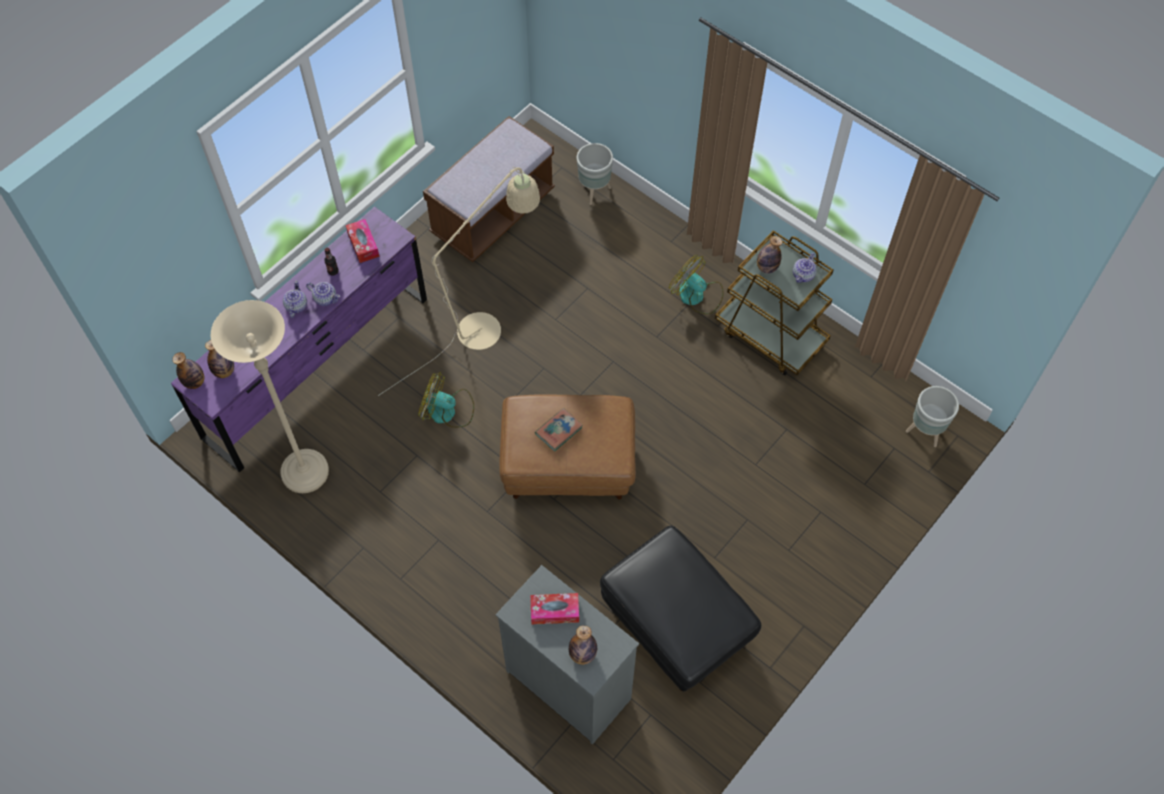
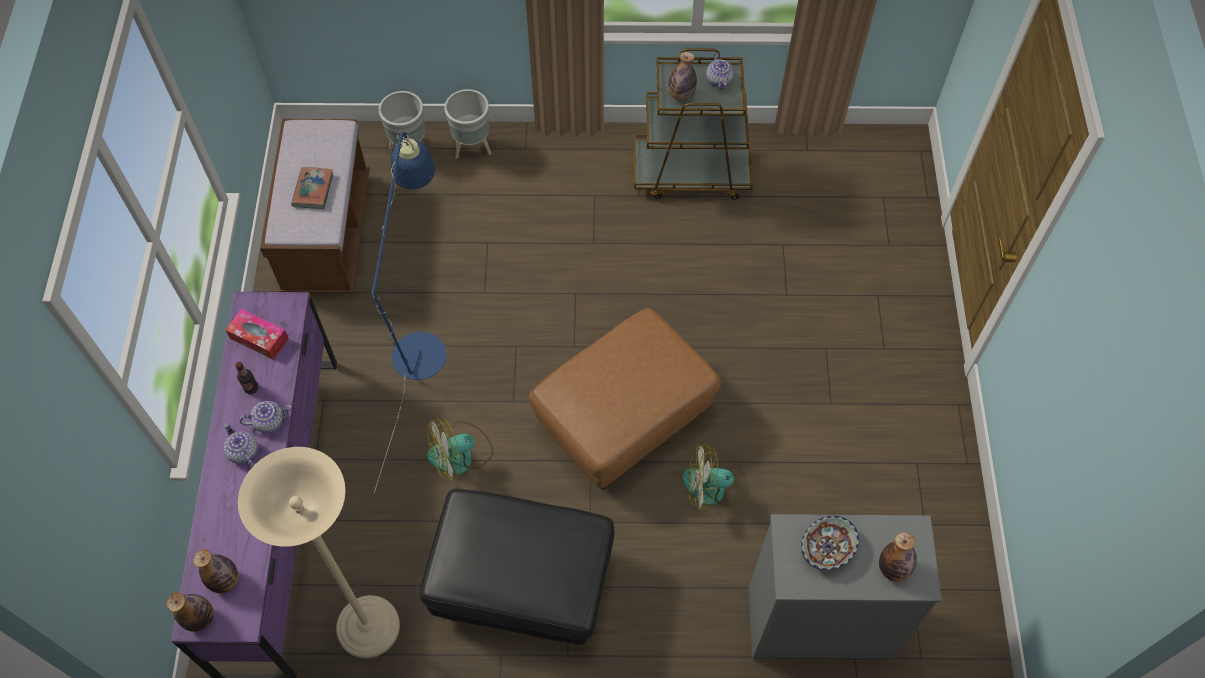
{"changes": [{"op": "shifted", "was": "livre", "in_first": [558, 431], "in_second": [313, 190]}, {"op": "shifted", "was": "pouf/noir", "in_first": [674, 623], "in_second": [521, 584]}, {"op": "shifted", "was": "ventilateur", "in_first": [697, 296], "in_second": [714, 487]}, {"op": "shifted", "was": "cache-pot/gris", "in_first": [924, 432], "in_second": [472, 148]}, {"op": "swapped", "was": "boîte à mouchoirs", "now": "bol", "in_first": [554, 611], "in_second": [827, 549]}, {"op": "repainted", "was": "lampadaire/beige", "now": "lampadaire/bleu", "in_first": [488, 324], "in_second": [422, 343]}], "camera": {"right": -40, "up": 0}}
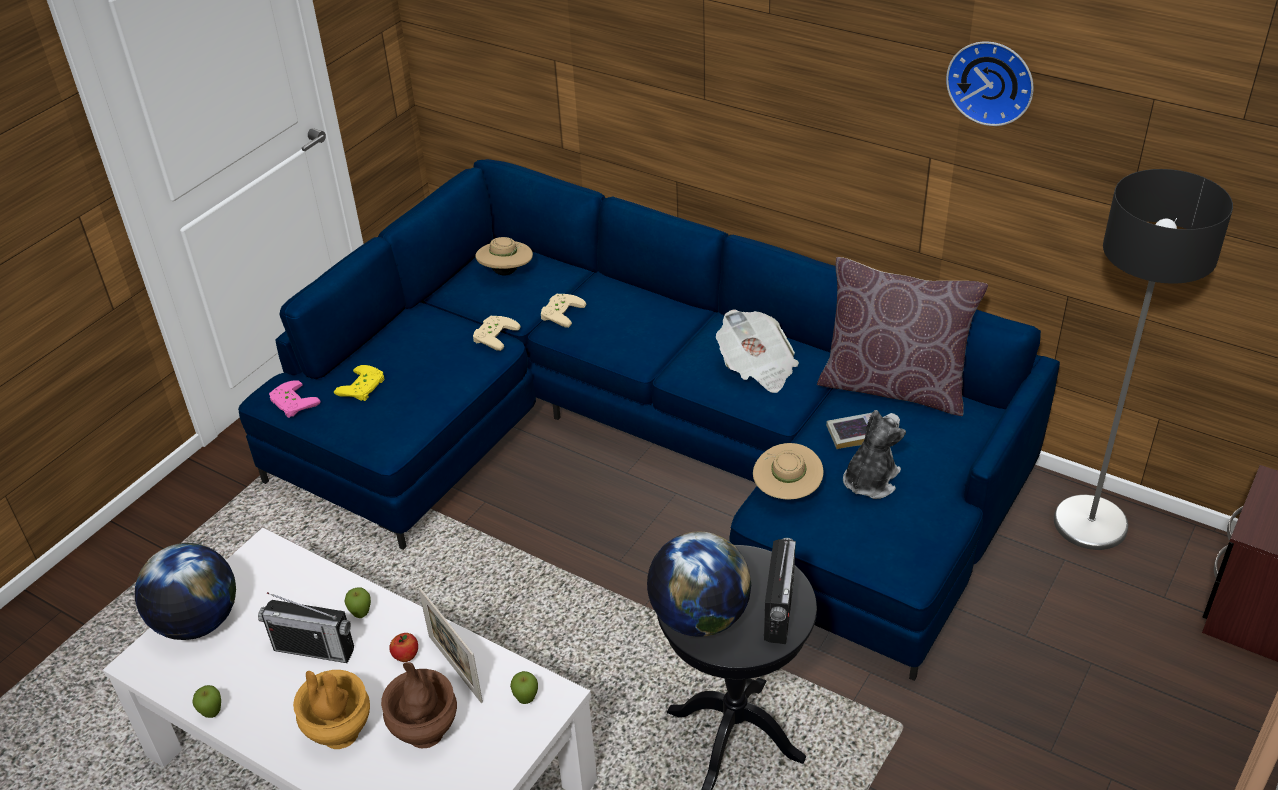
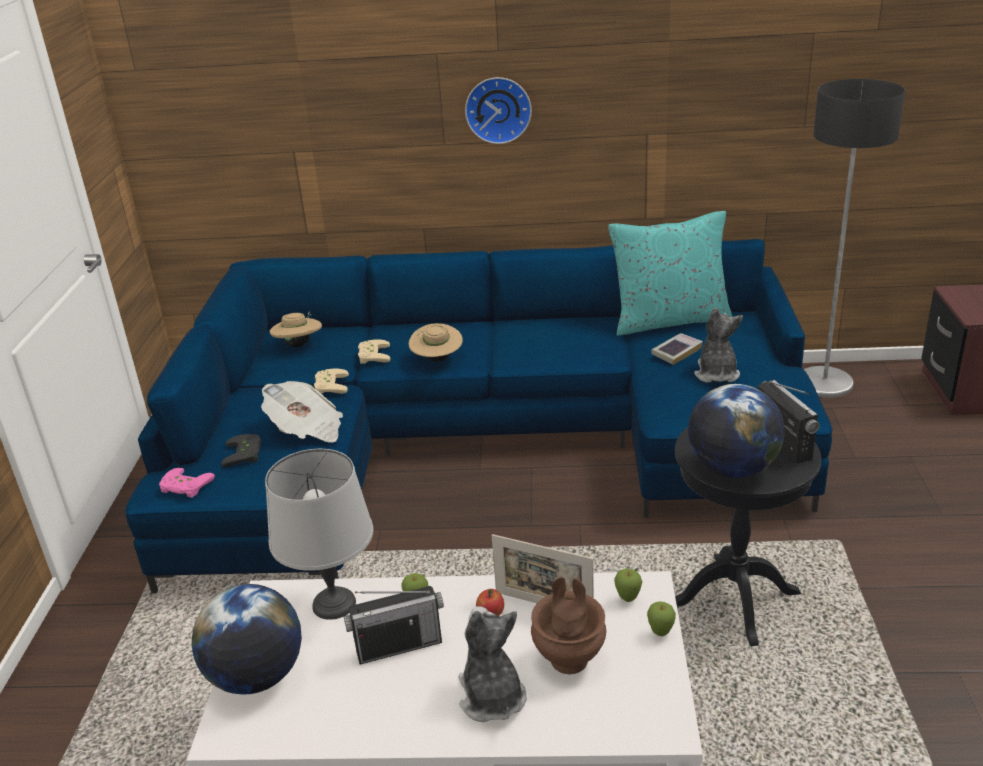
{"changes": [{"op": "new", "now": "lampe de table/gris", "in_second": [333, 603]}, {"op": "shifted", "was": "pomme", "in_first": [212, 714], "in_second": [660, 633]}, {"op": "shifted", "was": "journal", "in_first": [757, 368], "in_second": [307, 430]}, {"op": "shifted", "was": "chapeau/beige", "in_first": [786, 491], "in_second": [437, 359]}, {"op": "shifted", "was": "horloge murale", "in_first": [992, 81], "in_second": [498, 109]}, {"op": "swapped", "was": "vase/marron", "now": "peluche", "in_first": [339, 734], "in_second": [491, 697]}, {"op": "repainted", "was": "manette/jaune", "now": "manette/noir", "in_first": [363, 387], "in_second": [246, 453]}, {"op": "repainted", "was": "coussin/marron", "now": "coussin/turquoise", "in_first": [893, 387], "in_second": [669, 320]}], "camera": {"right": -30, "up": -10}}
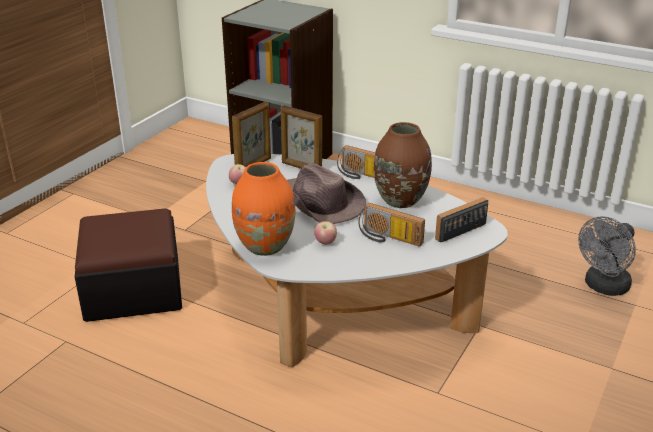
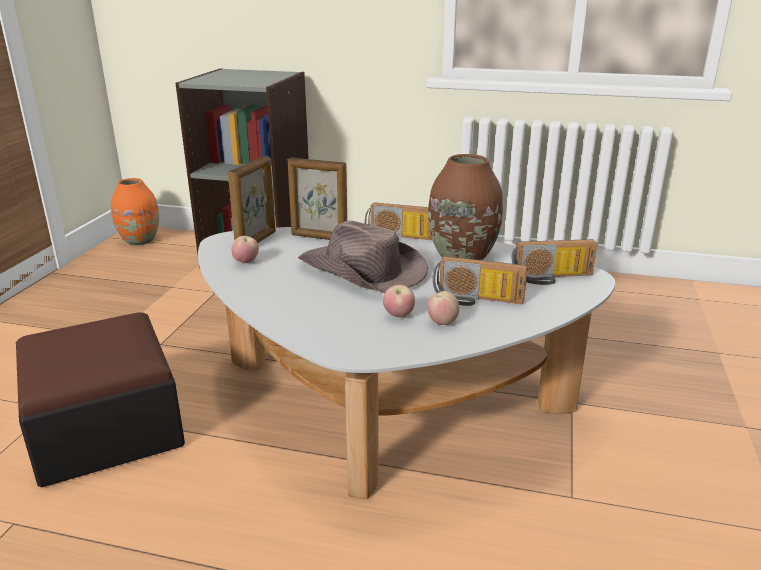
{"changes": [{"op": "gone", "was": "ventilateur/gris", "in_first": [603, 287]}, {"op": "new", "now": "pomme", "in_second": [442, 322]}, {"op": "shifted", "was": "vase/orange", "in_first": [265, 246], "in_second": [140, 241]}, {"op": "rotated", "was": "radio", "in_first": [458, 228], "in_second": [552, 278], "clockwise": -135}], "camera": {"right": -15, "up": -5}}
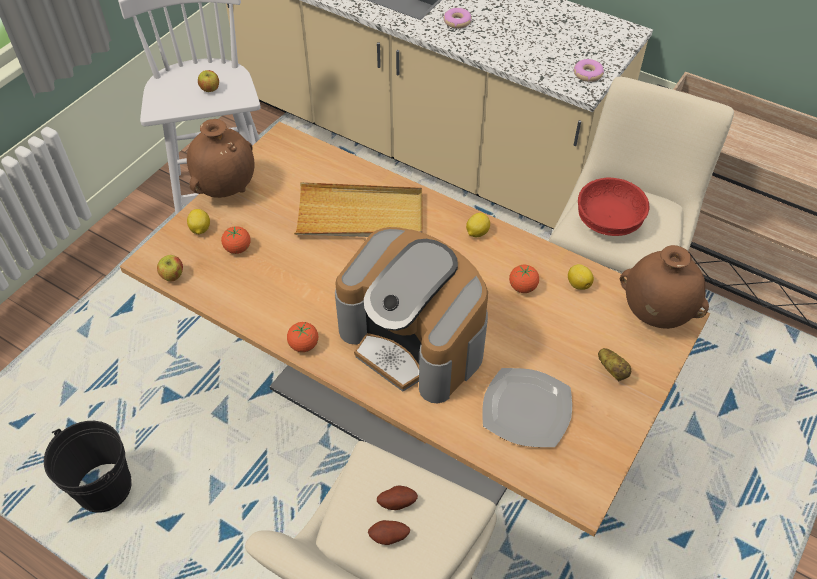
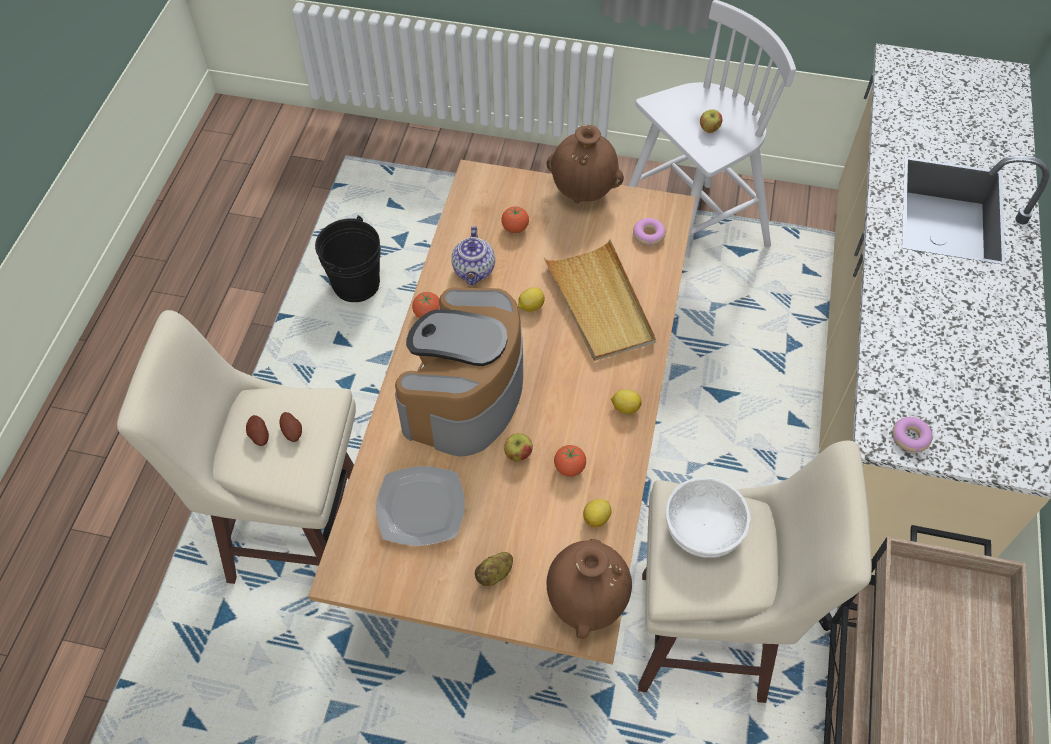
{"changes": [{"op": "new", "now": "théière", "in_second": [474, 271]}, {"op": "shifted", "was": "pomme", "in_first": [173, 276], "in_second": [518, 454]}, {"op": "shifted", "was": "citron", "in_first": [200, 229], "in_second": [530, 306]}, {"op": "shifted", "was": "beignet", "in_first": [457, 22], "in_second": [648, 235]}, {"op": "repainted", "was": "bol/rouge", "now": "bol/blanc", "in_first": [607, 220], "in_second": [704, 527]}], "camera": {"right": 70, "up": 5}}
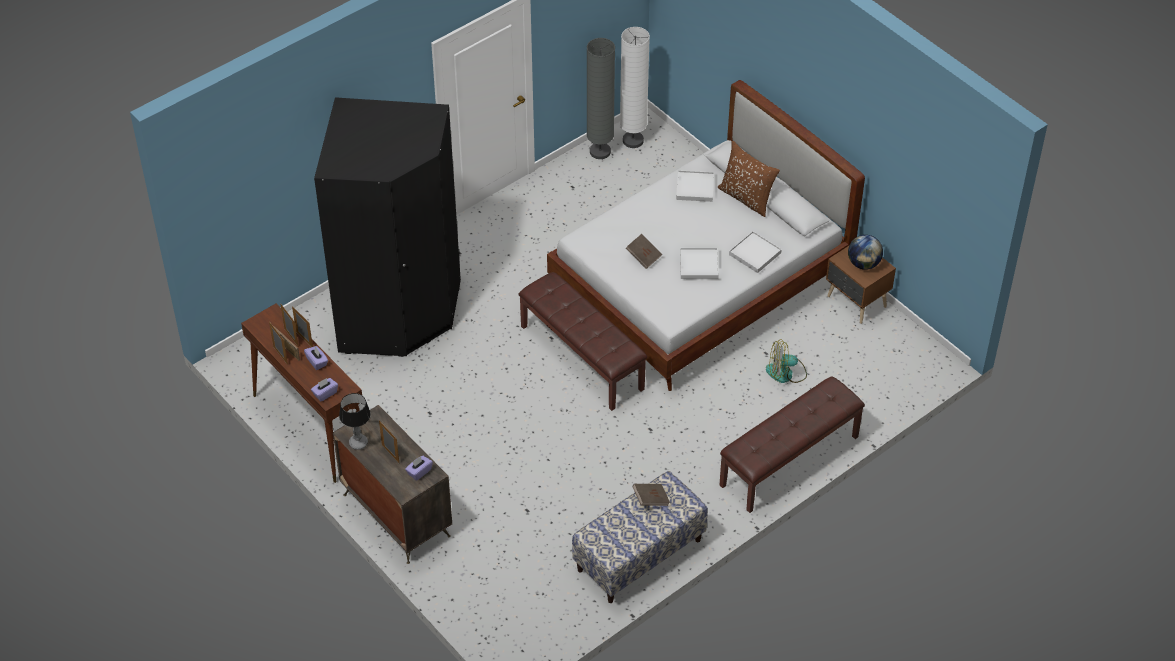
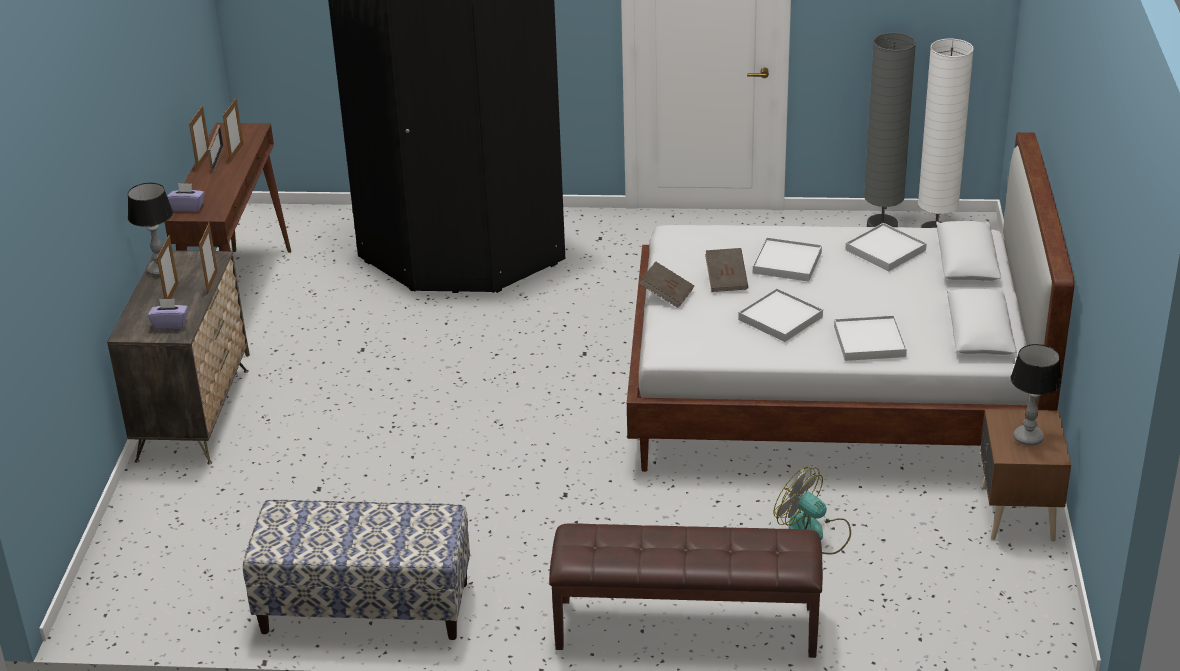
{"changes": [{"op": "gone", "was": "boîte à mouchoirs/violet", "in_first": [317, 362]}, {"op": "gone", "was": "banc/marron", "in_first": [582, 357]}, {"op": "gone", "was": "coussin/marron", "in_first": [746, 198]}, {"op": "new", "now": "plateau/blanc", "in_second": [787, 263]}, {"op": "shifted", "was": "cadre photo", "in_first": [304, 339], "in_second": [212, 282]}, {"op": "shifted", "was": "livre/marron", "in_first": [651, 499], "in_second": [667, 295]}, {"op": "swapped", "was": "globe", "now": "lampe de table", "in_first": [863, 263], "in_second": [1028, 438]}], "camera": {"right": 45, "up": -15}}
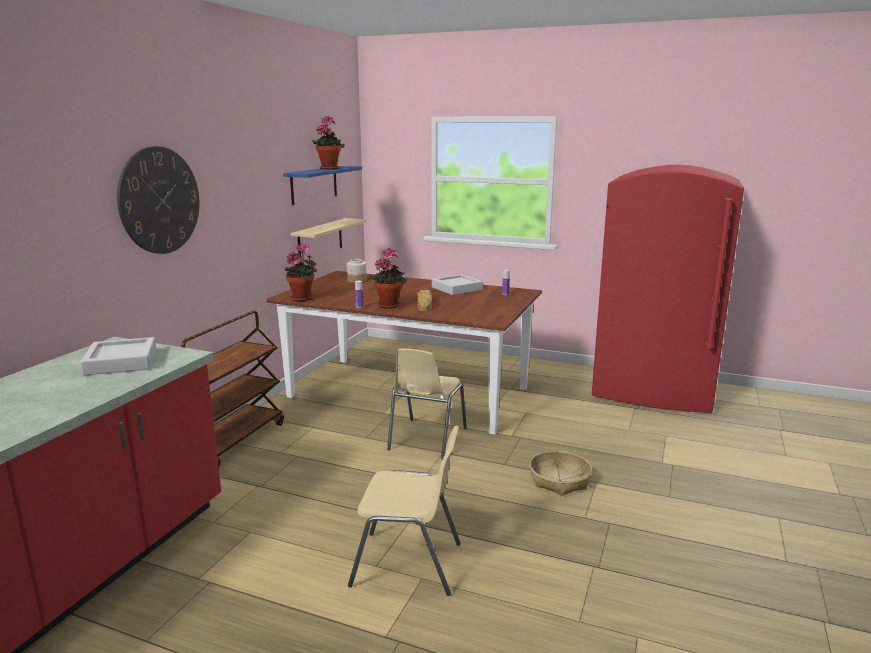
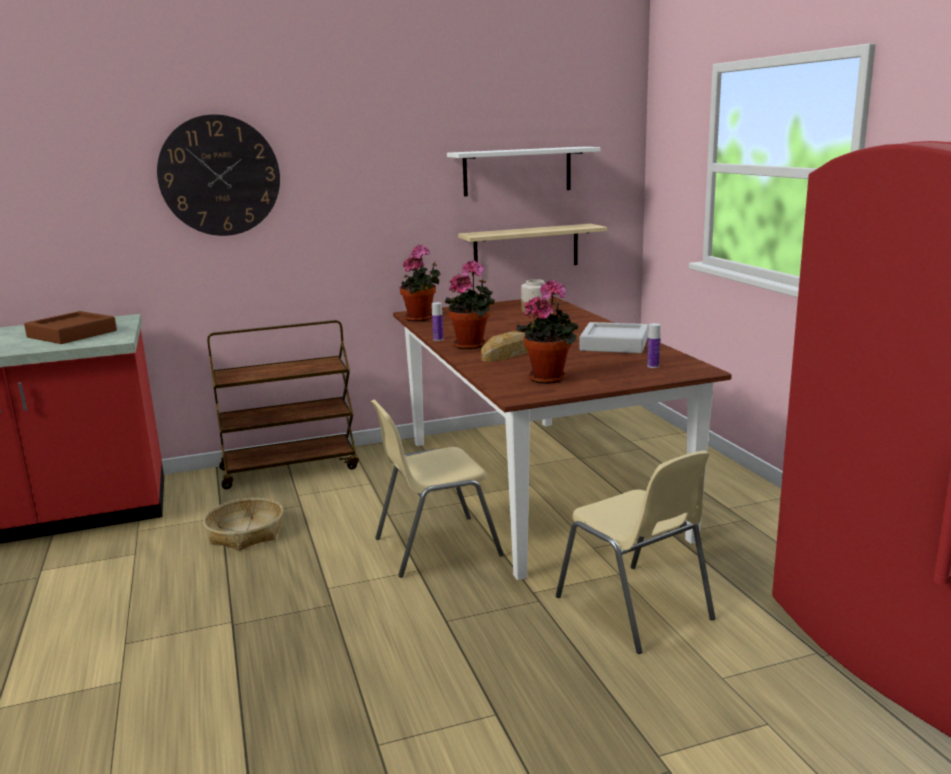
{"changes": [{"op": "shifted", "was": "plante en pot", "in_first": [329, 168], "in_second": [550, 377]}, {"op": "shifted", "was": "chaise/beige", "in_first": [409, 564], "in_second": [635, 609]}, {"op": "shifted", "was": "panier", "in_first": [559, 480], "in_second": [246, 533]}, {"op": "repainted", "was": "plateau/gris", "now": "plateau/marron", "in_first": [121, 362], "in_second": [72, 334]}, {"op": "repainted", "was": "étagère/bleu", "now": "étagère/blanc", "in_first": [314, 184], "in_second": [517, 171]}], "camera": {"right": 50, "up": 0}}
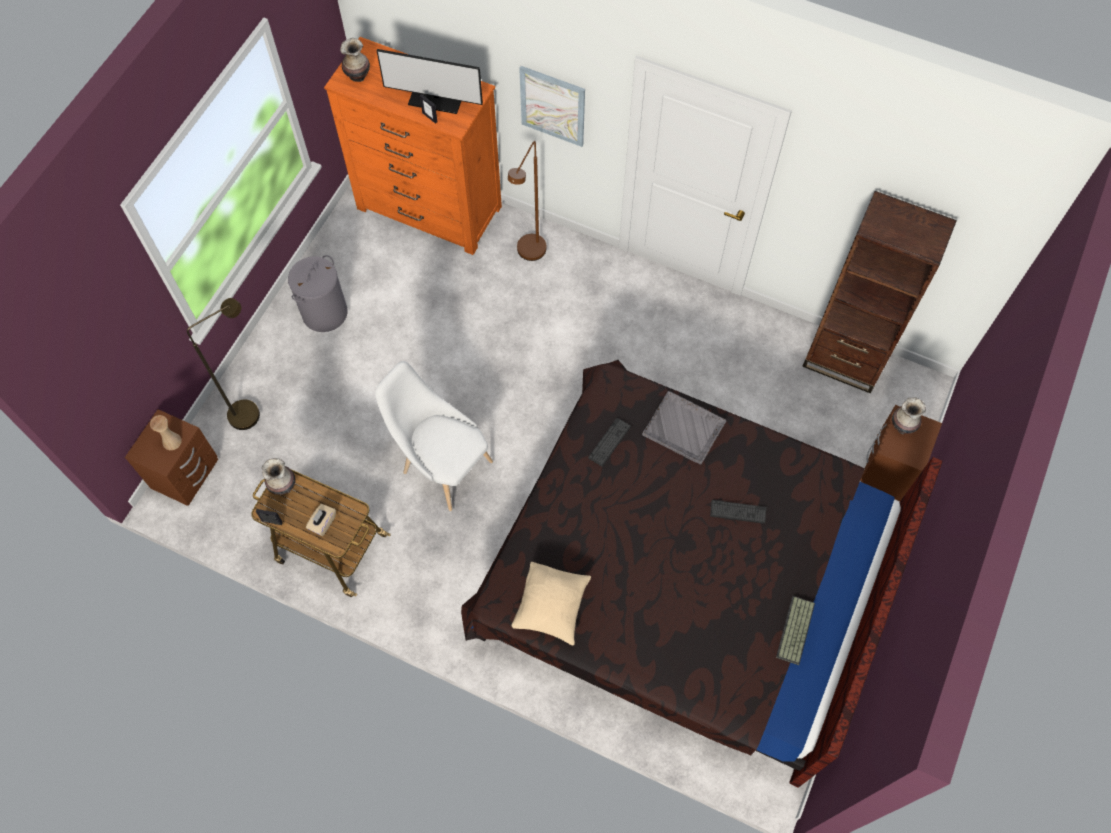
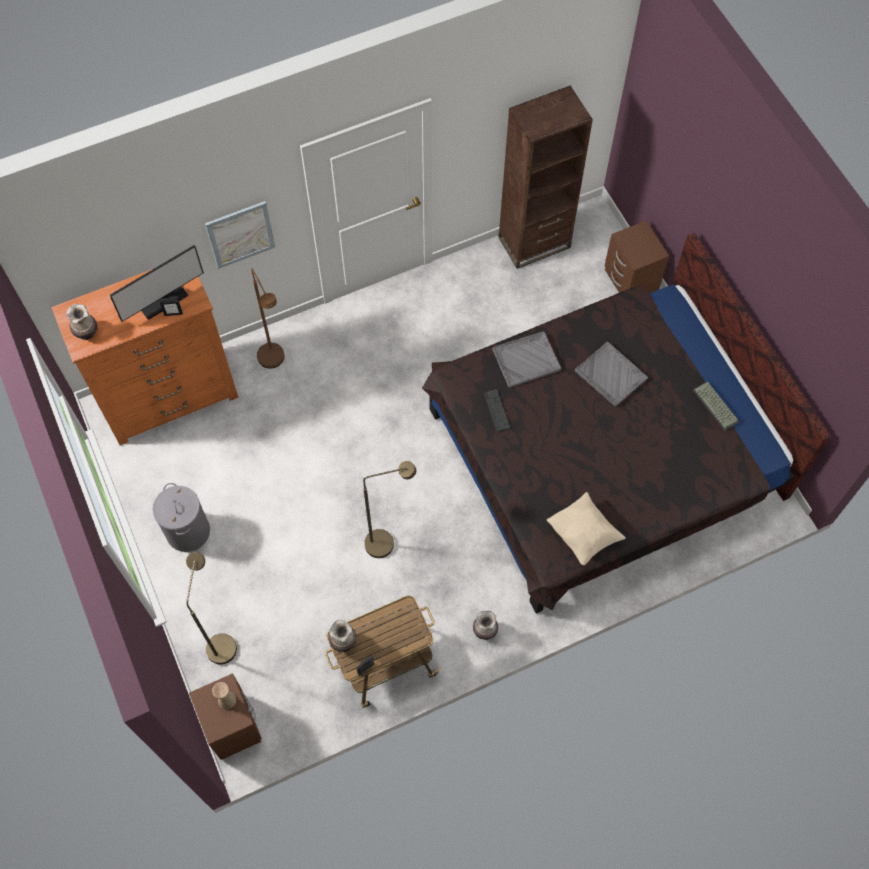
{"changes": [{"op": "gone", "was": "boîte à mouchoirs/beige", "in_first": [322, 523]}, {"op": "shifted", "was": "vase", "in_first": [902, 426], "in_second": [485, 631]}, {"op": "swapped", "was": "chaise/blanc", "now": "lampadaire/marron", "in_first": [442, 464], "in_second": [387, 541]}, {"op": "swapped", "was": "clavier", "now": "plateau/gris", "in_first": [738, 512], "in_second": [611, 375]}], "camera": {"right": -50, "up": 0}}
